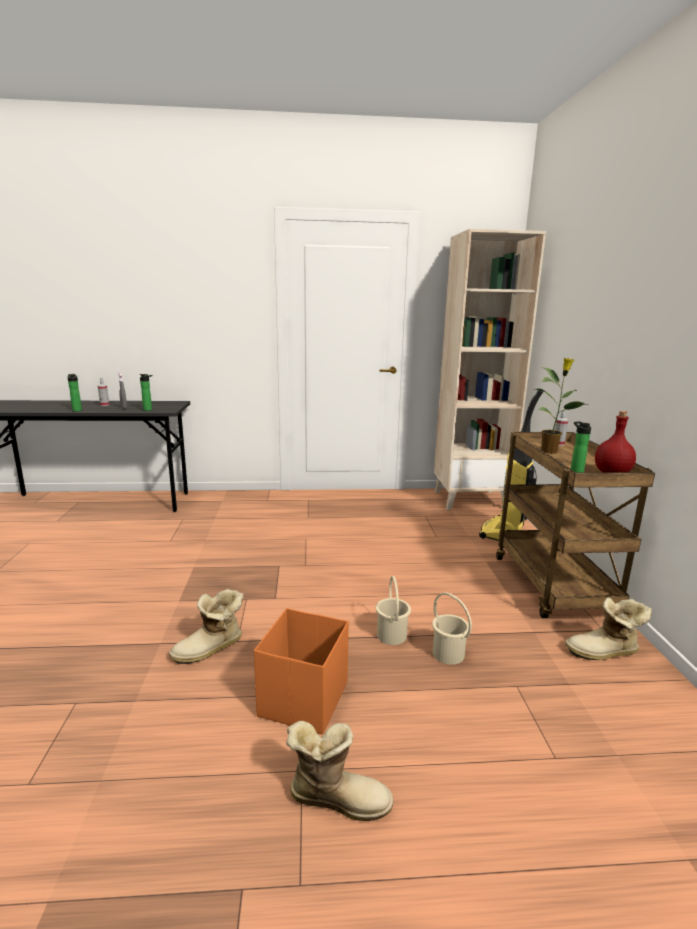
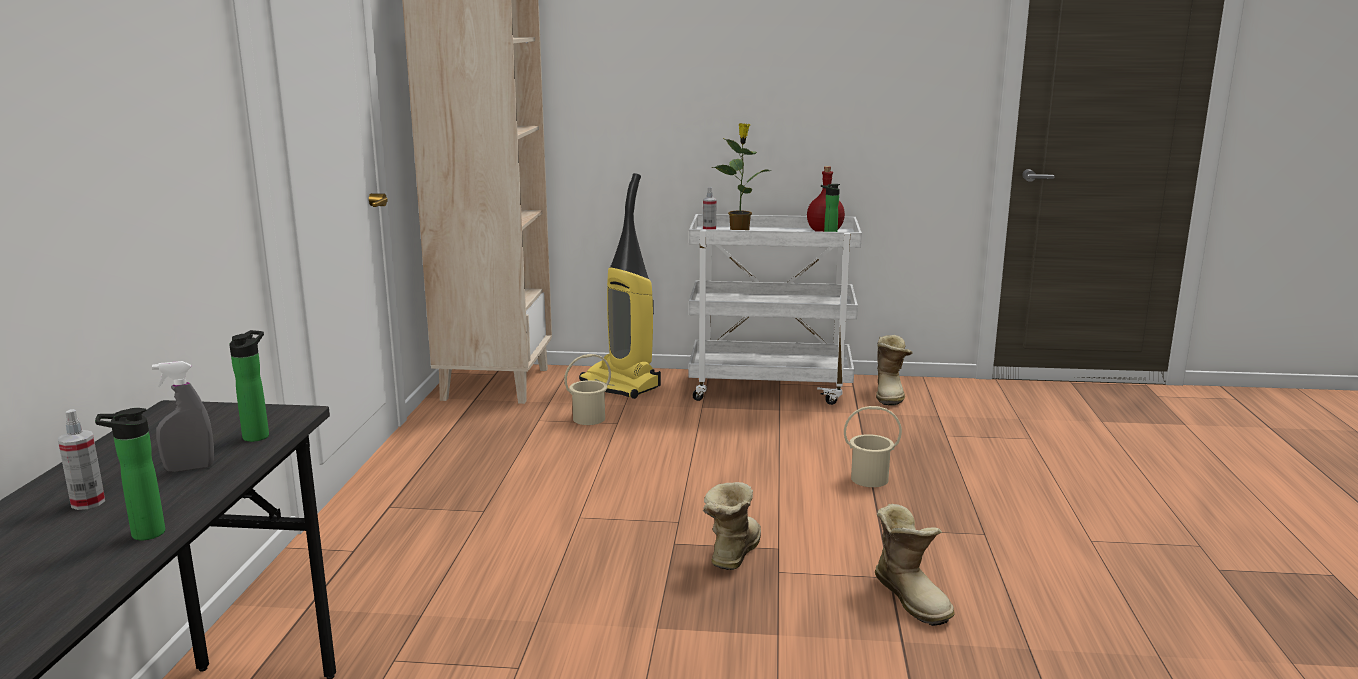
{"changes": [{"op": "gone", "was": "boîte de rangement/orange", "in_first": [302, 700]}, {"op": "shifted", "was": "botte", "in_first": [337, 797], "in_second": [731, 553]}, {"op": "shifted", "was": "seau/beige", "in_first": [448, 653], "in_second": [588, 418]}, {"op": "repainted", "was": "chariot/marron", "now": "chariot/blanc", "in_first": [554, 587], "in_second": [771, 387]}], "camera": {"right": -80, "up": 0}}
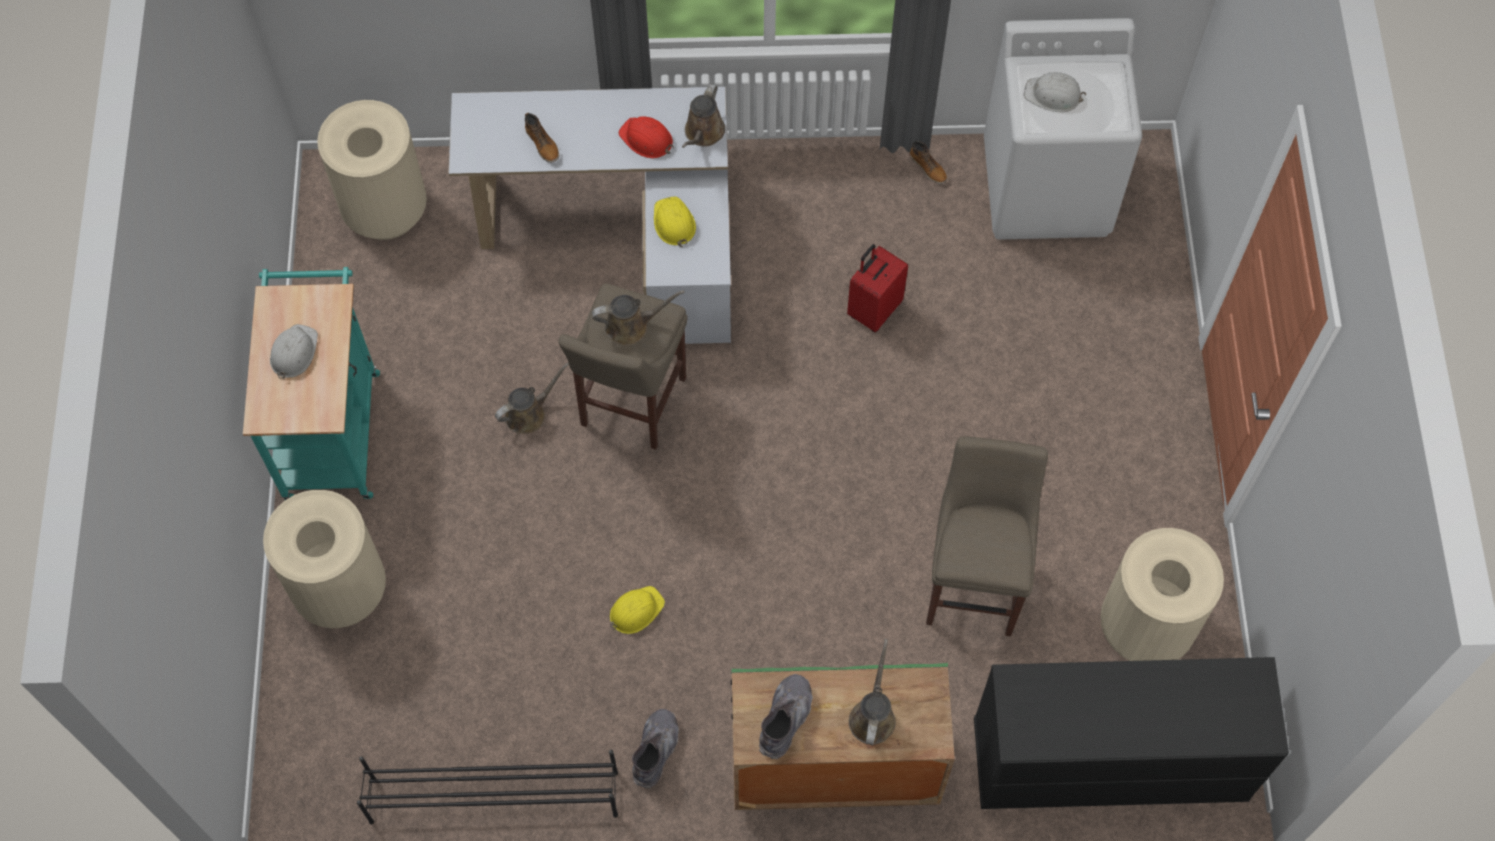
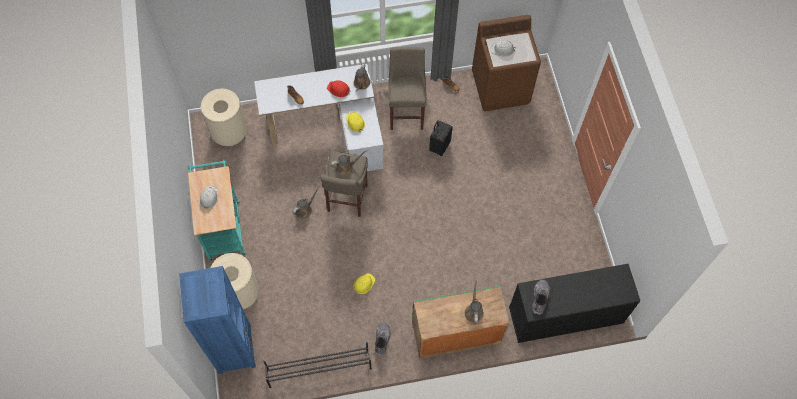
{"changes": [{"op": "gone", "was": "poubelle/beige", "in_first": [1145, 627]}, {"op": "new", "now": "bibliothèque/bleu", "in_second": [234, 349]}, {"op": "shifted", "was": "botte/gris", "in_first": [785, 718], "in_second": [540, 298]}, {"op": "shifted", "was": "tabouret/beige", "in_first": [974, 582], "in_second": [406, 113]}, {"op": "repainted", "was": "valise/rouge", "now": "valise/noir", "in_first": [874, 309], "in_second": [439, 147]}, {"op": "repainted", "was": "lave-linge/blanc", "now": "lave-linge/marron", "in_first": [1047, 188], "in_second": [501, 87]}], "camera": {"right": -10, "up": 0}}
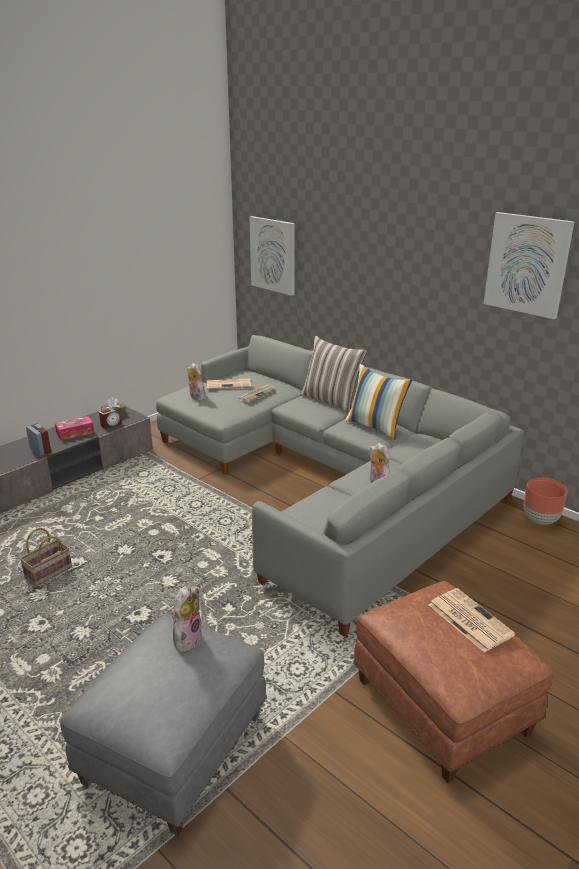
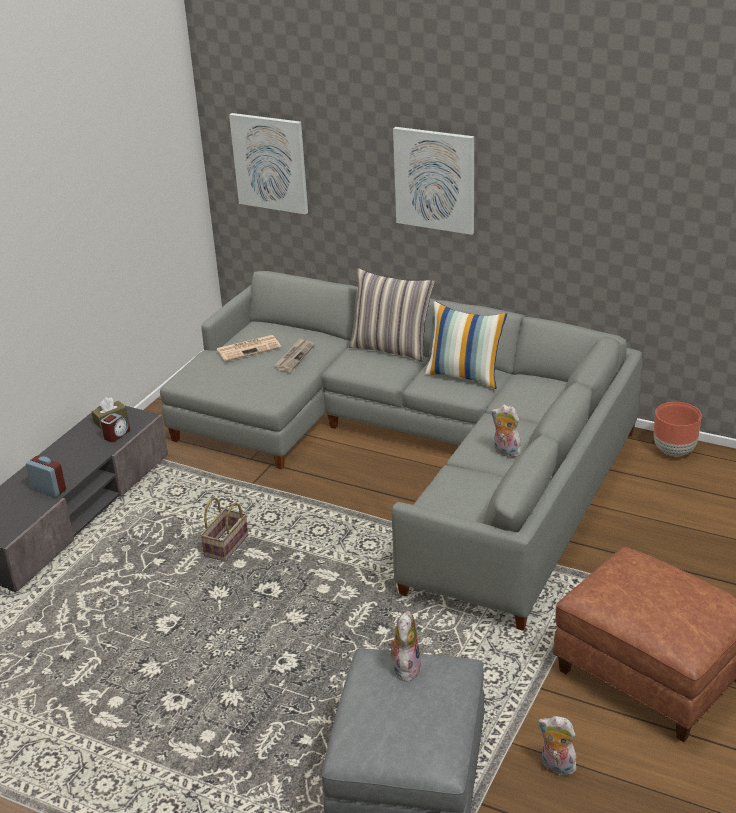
{"changes": [{"op": "gone", "was": "boîte à mouchoirs", "in_first": [75, 433]}, {"op": "gone", "was": "journal", "in_first": [468, 619]}, {"op": "shifted", "was": "panier", "in_first": [48, 573], "in_second": [226, 547]}, {"op": "shifted", "was": "peluche", "in_first": [196, 397], "in_second": [556, 766]}, {"op": "shifted", "was": "tableau", "in_first": [527, 264], "in_second": [435, 180]}], "camera": {"right": -15, "up": 5}}
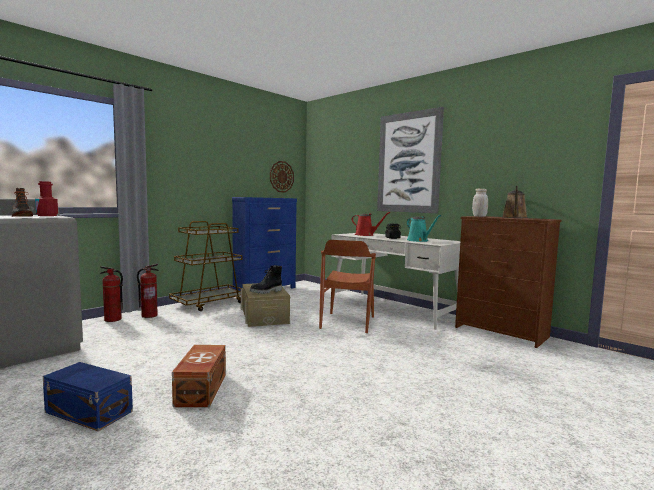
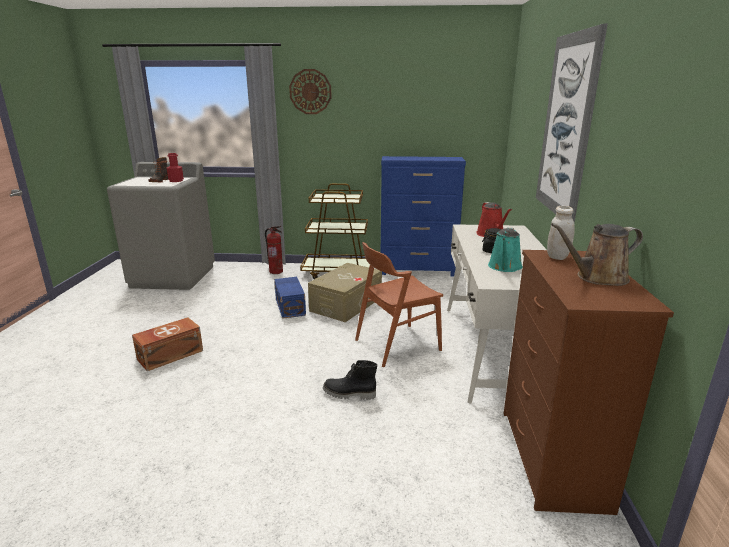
{"changes": [{"op": "gone", "was": "extincteur", "in_first": [112, 319]}, {"op": "shifted", "was": "boîte de rangement/bleu", "in_first": [89, 411], "in_second": [291, 306]}, {"op": "shifted", "was": "botte/noir", "in_first": [266, 292], "in_second": [349, 394]}, {"op": "shifted", "was": "horloge murale", "in_first": [281, 176], "in_second": [310, 91]}], "camera": {"right": 50, "up": 15}}
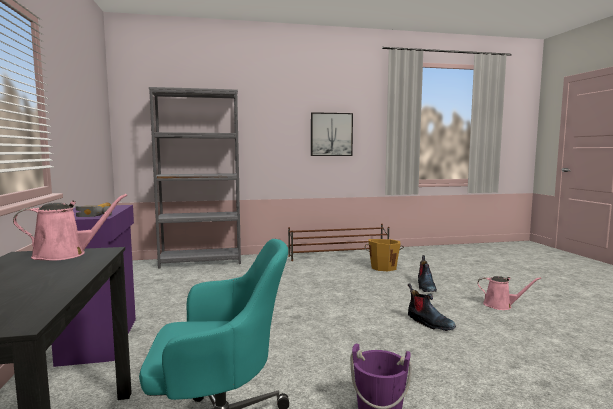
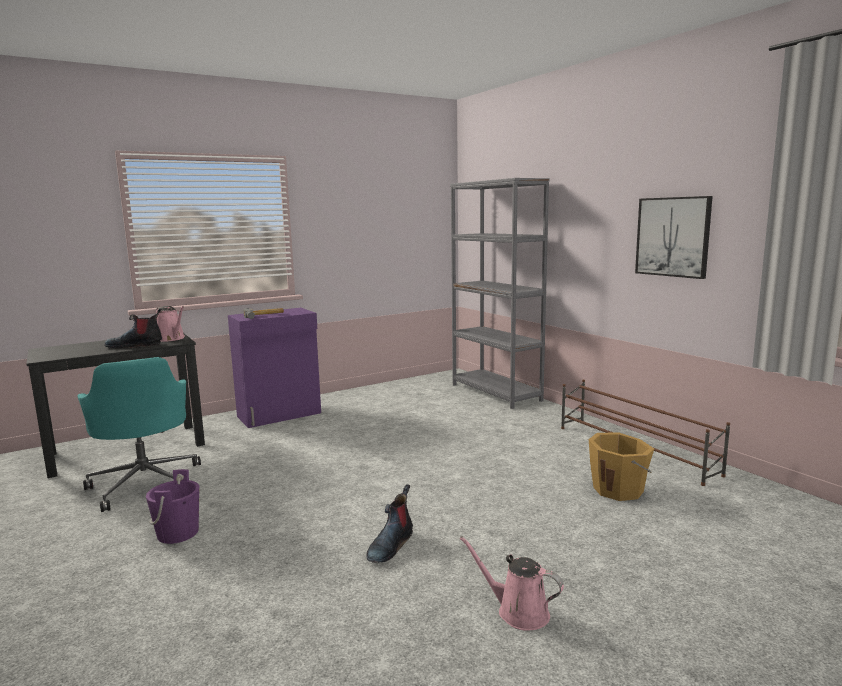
{"changes": [{"op": "shifted", "was": "botte", "in_first": [425, 287], "in_second": [135, 346]}, {"op": "rotated", "was": "arrosoir/rose", "in_first": [500, 305], "in_second": [518, 611], "clockwise": 120}], "camera": {"right": 70, "up": 5}}
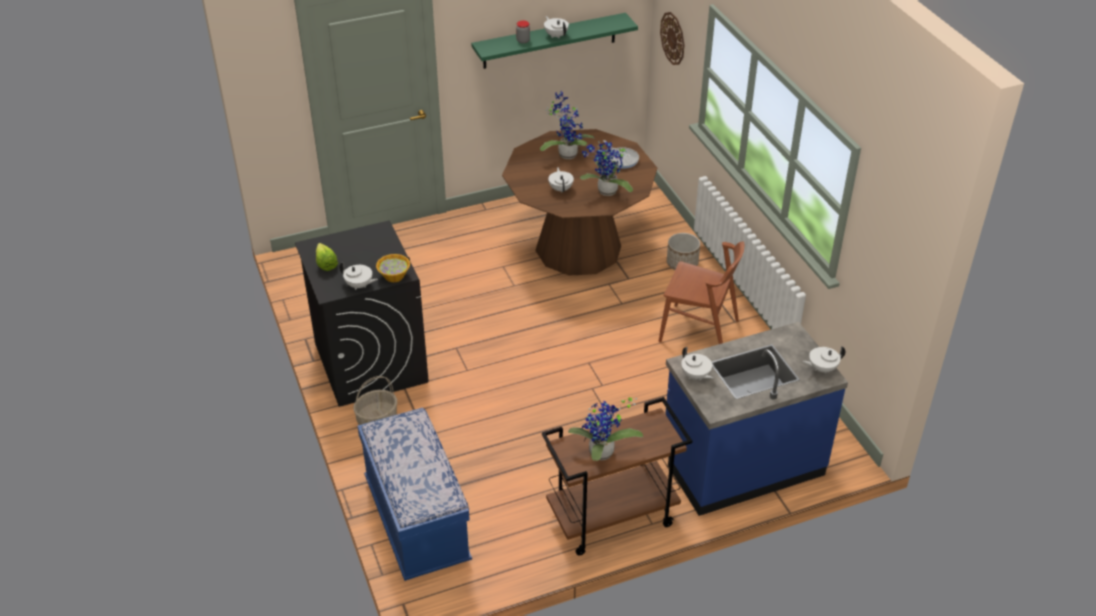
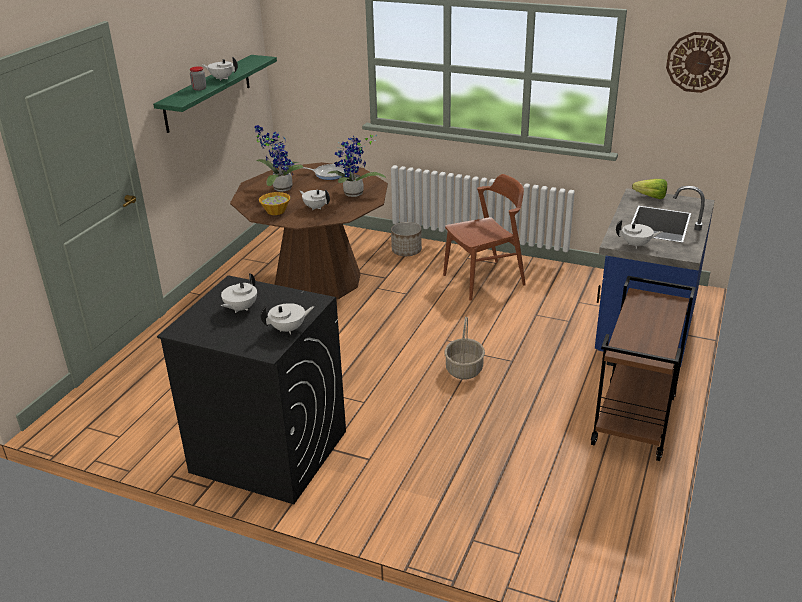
{"changes": [{"op": "gone", "was": "banc/bleu", "in_first": [417, 522]}, {"op": "gone", "was": "plante en pot", "in_first": [602, 455]}, {"op": "shifted", "was": "laitue", "in_first": [326, 262], "in_second": [648, 196]}, {"op": "shifted", "was": "panier", "in_first": [377, 419], "in_second": [463, 369]}, {"op": "shifted", "was": "bol", "in_first": [394, 276], "in_second": [276, 211]}, {"op": "shifted", "was": "horloge murale", "in_first": [673, 38], "in_second": [697, 62]}, {"op": "shifted", "was": "théière/blanc", "in_first": [821, 368], "in_second": [240, 308]}], "camera": {"right": -45, "up": -10}}
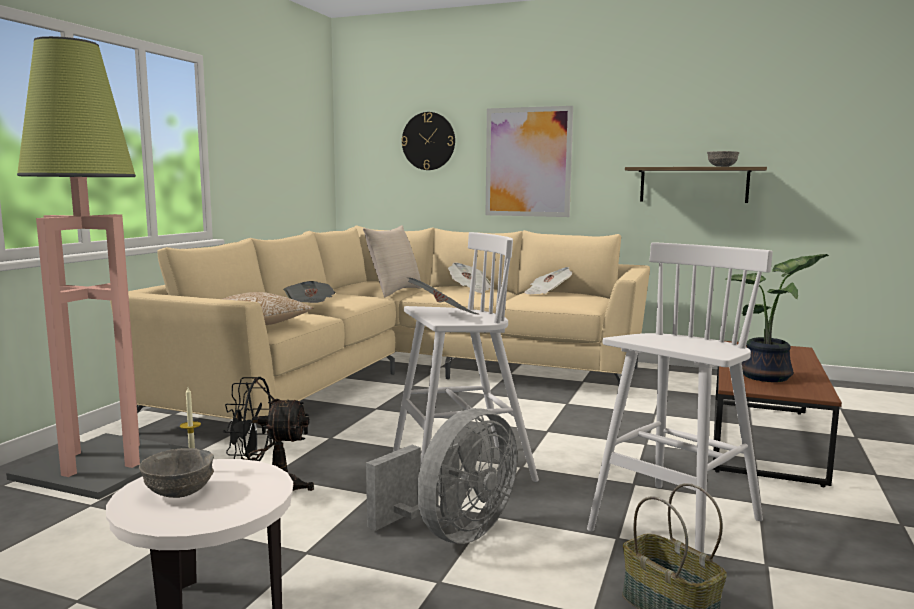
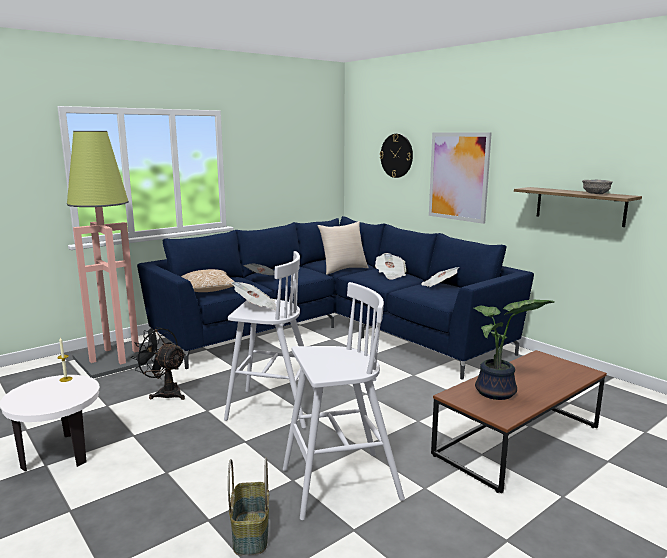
{"changes": [{"op": "gone", "was": "bol/gris", "in_first": [180, 491]}, {"op": "gone", "was": "ventilateur/gris", "in_first": [452, 533]}, {"op": "repainted", "was": "canapé/beige", "now": "canapé/bleu", "in_first": [399, 377], "in_second": [333, 331]}], "camera": {"right": 30, "up": 5}}
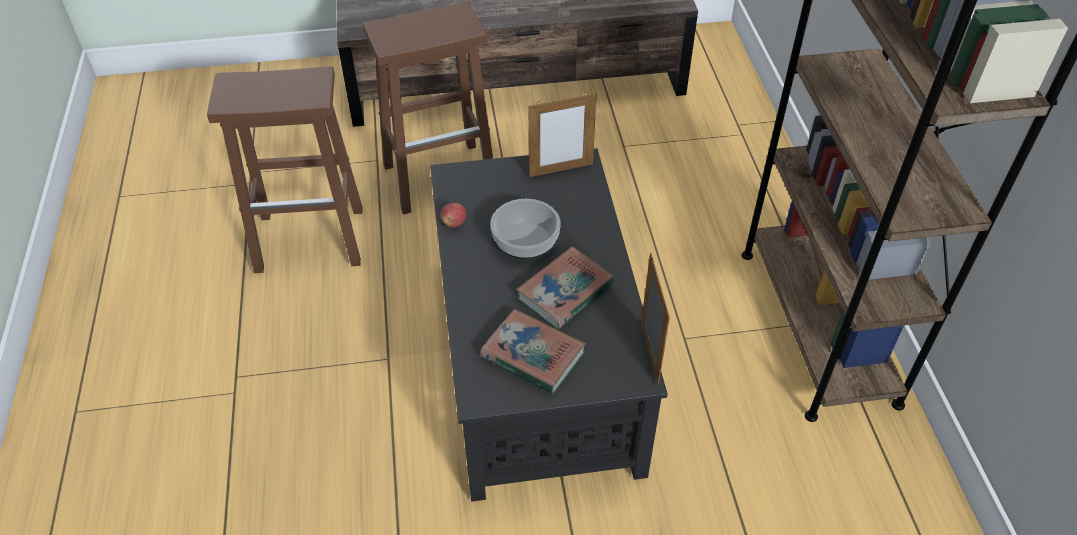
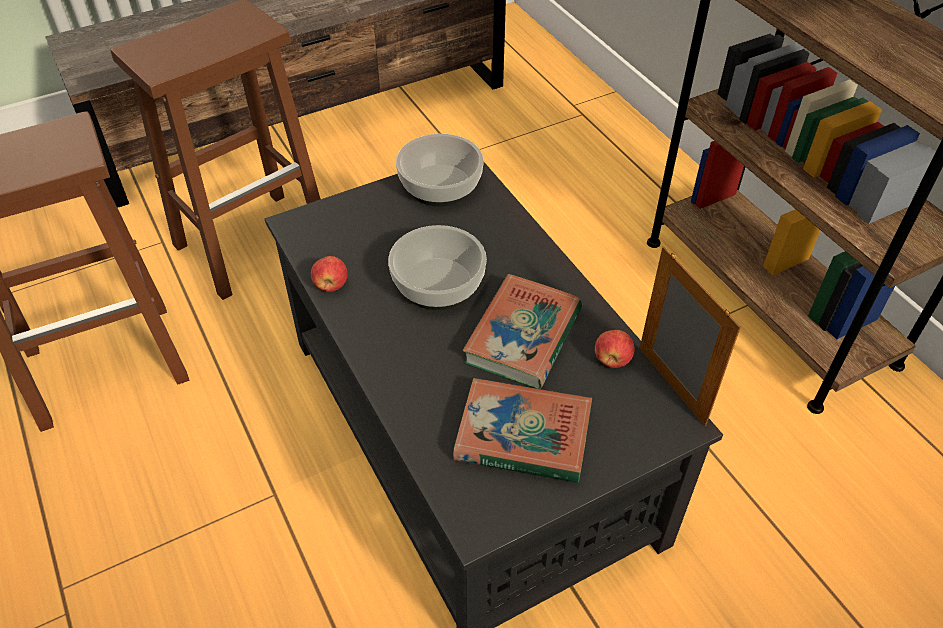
{"changes": [{"op": "new", "now": "pomme", "in_second": [612, 360]}, {"op": "swapped", "was": "cadre photo", "now": "bol", "in_first": [561, 170], "in_second": [440, 184]}], "camera": {"right": -20, "up": 0}}
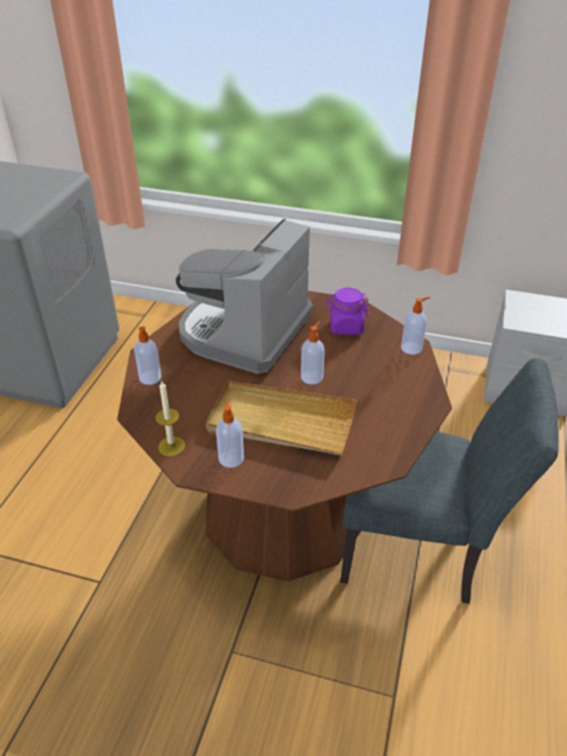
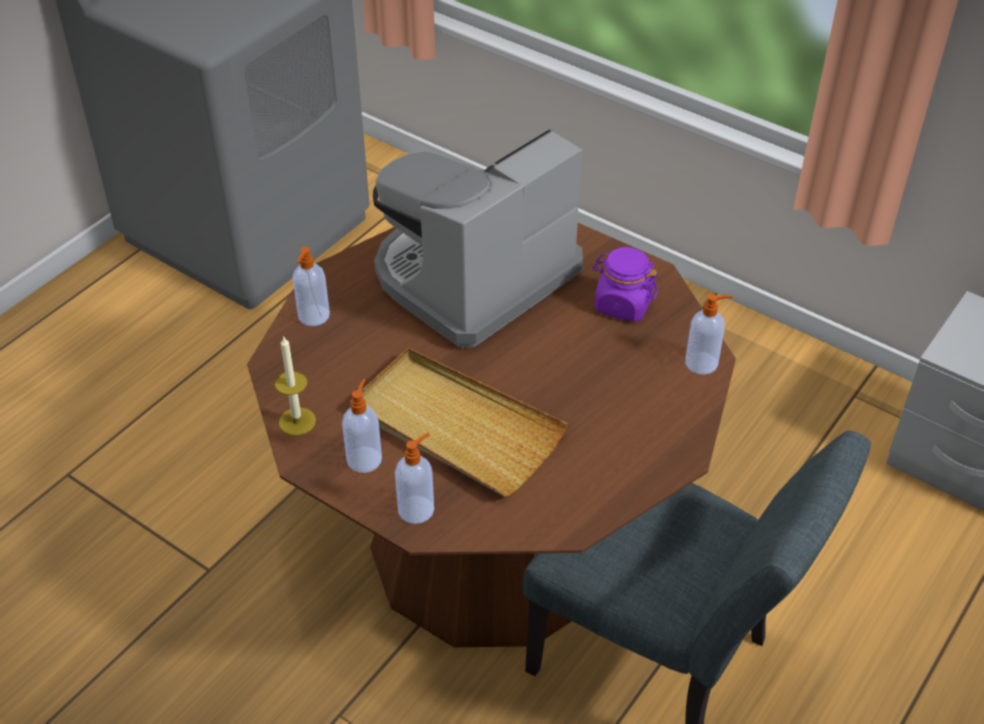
{"changes": [{"op": "shifted", "was": "distributeur de savon", "in_first": [312, 377], "in_second": [417, 509]}], "camera": {"right": 20, "up": 5}}
